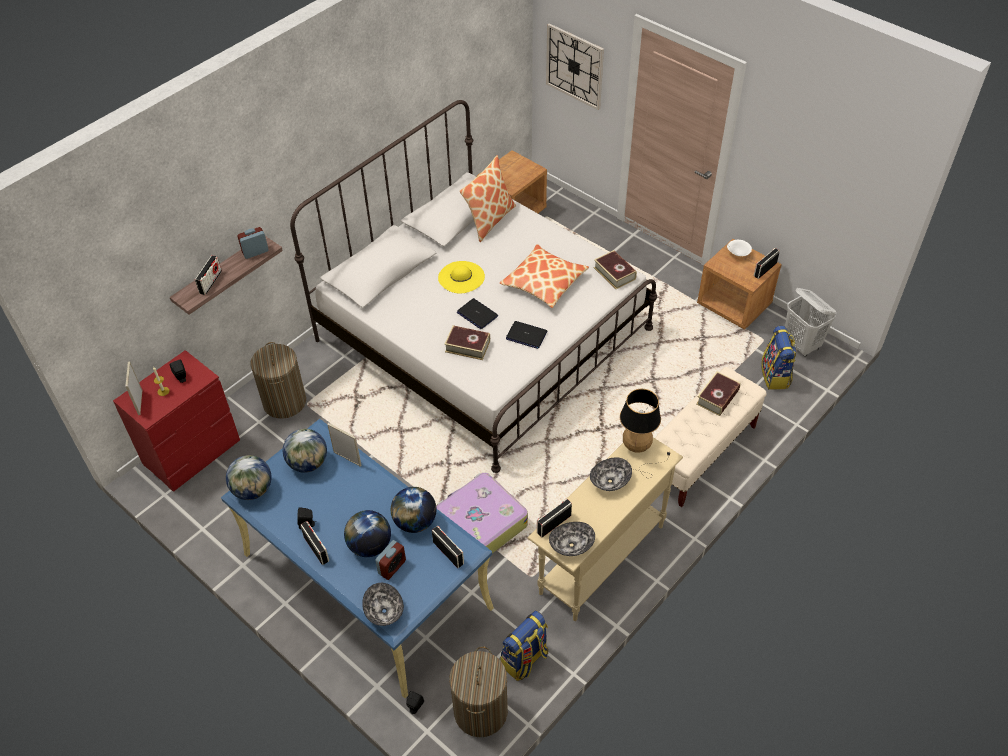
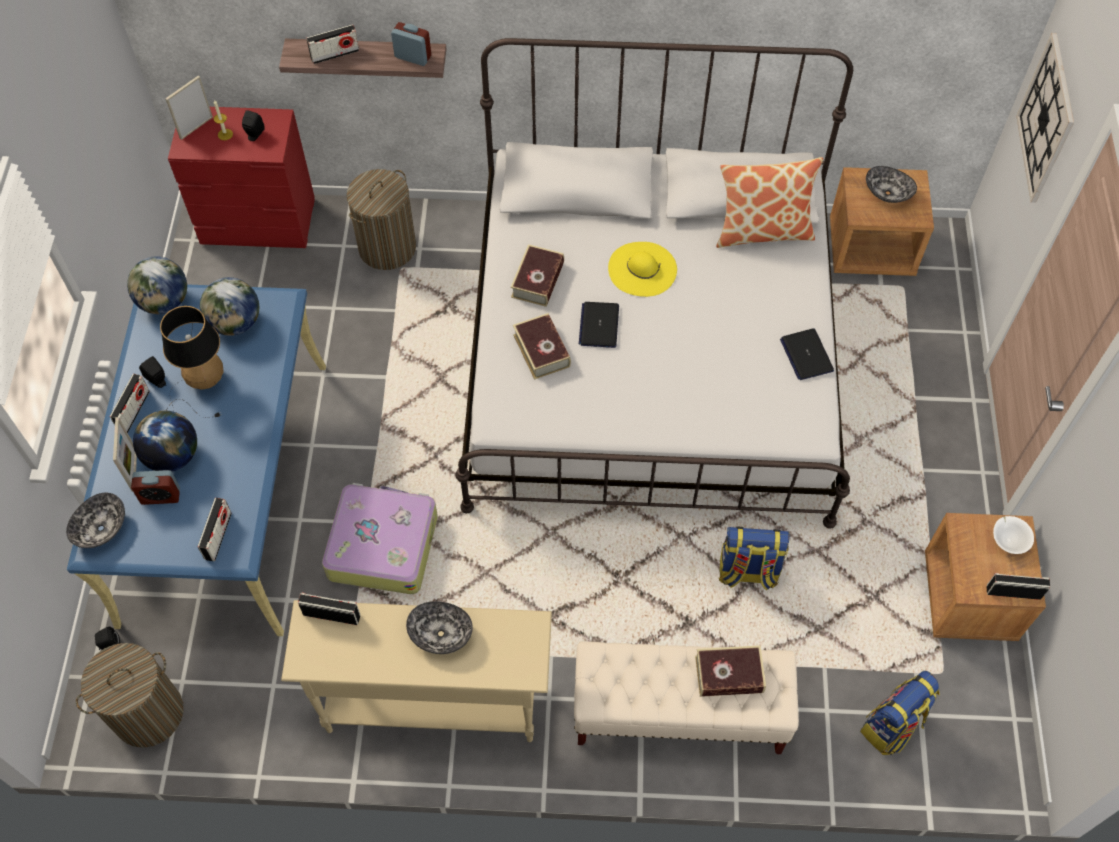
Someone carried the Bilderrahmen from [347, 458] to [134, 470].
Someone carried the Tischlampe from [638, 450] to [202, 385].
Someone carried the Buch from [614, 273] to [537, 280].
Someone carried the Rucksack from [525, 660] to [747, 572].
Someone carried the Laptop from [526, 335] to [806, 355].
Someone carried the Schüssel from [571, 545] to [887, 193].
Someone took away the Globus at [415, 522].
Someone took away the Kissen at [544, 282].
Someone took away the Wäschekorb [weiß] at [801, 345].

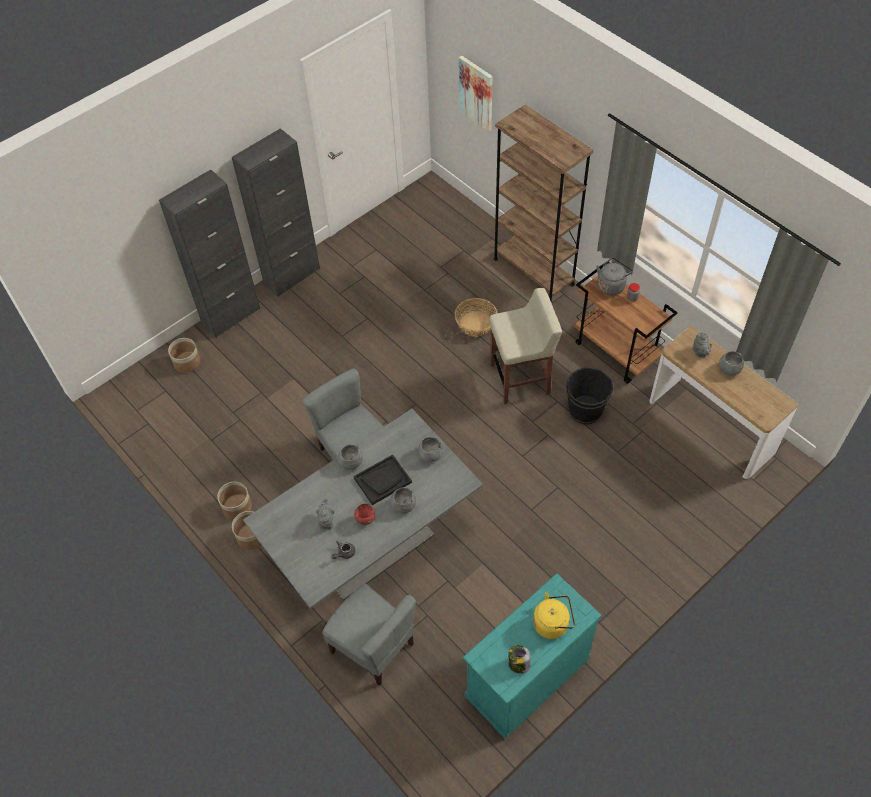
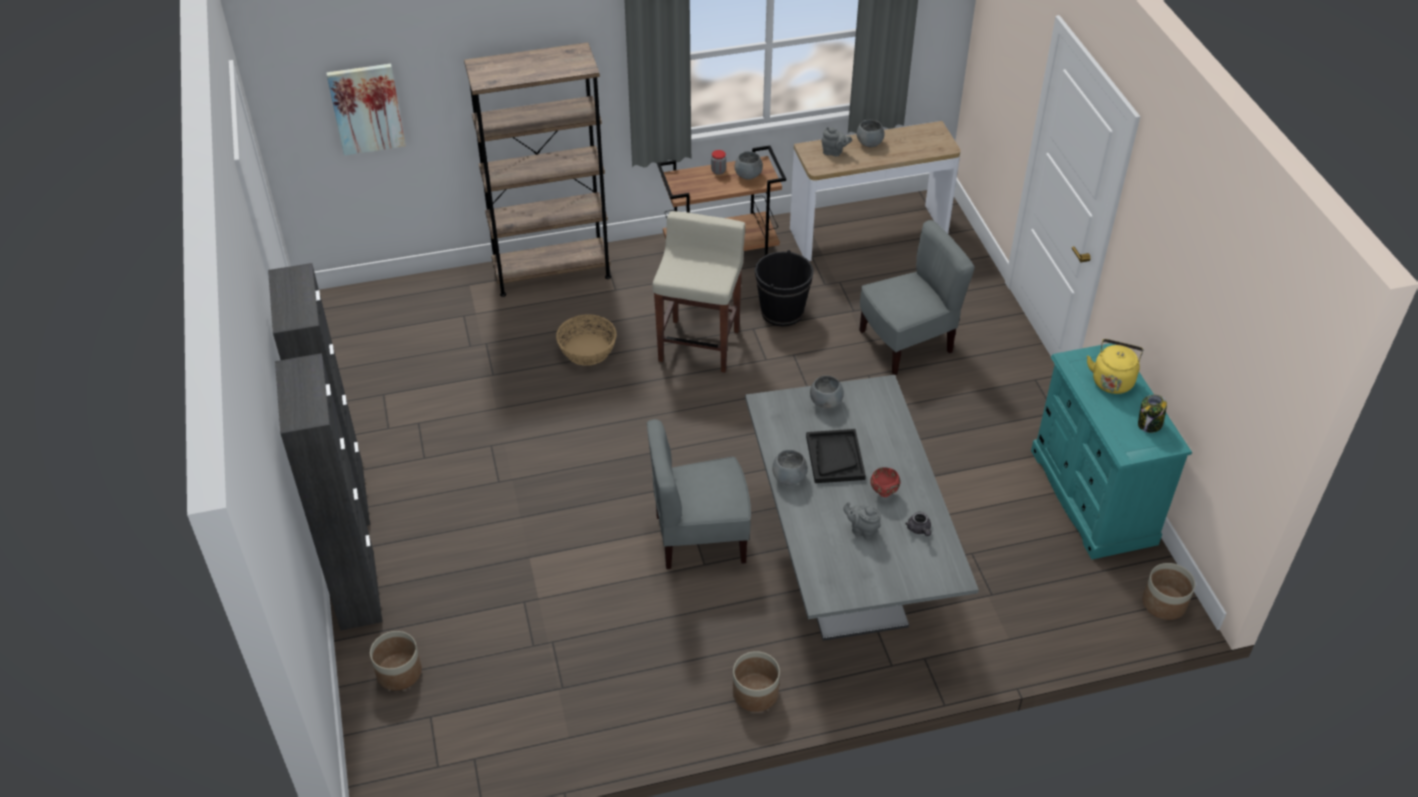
Someone carried the Schüssel [grau] from [404, 506] to [748, 175].
Someone carried the Stuhl [grau] from [373, 647] to [906, 343].
Someone carried the Pflanzkübel from [237, 507] to [1164, 603].
Someone took away the Wasserkessel [grau] at [611, 285].

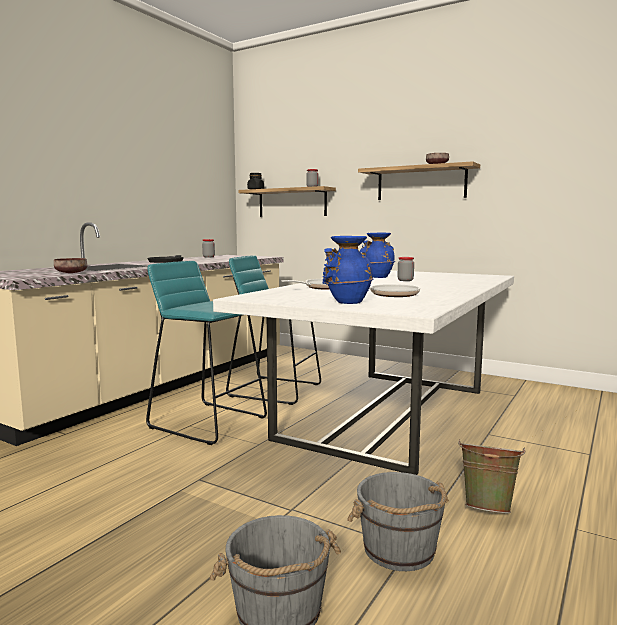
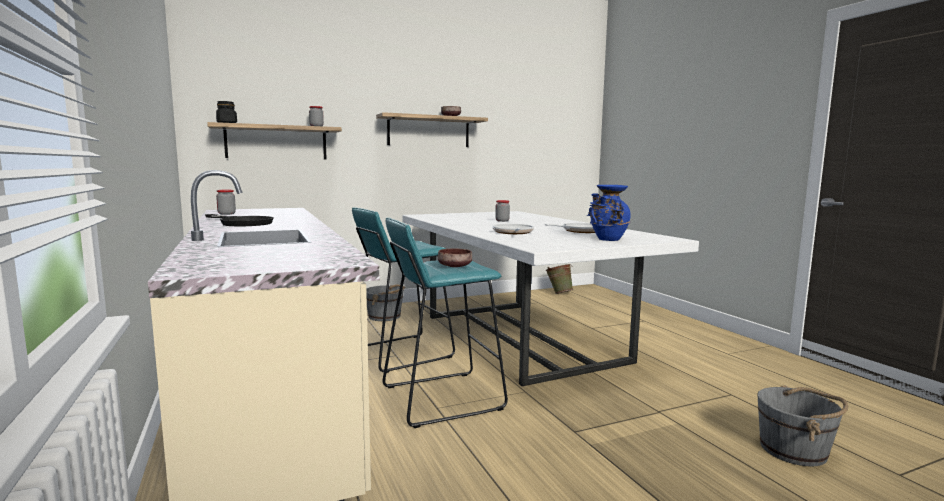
Someone carried the Eimer [grau] from [399, 550] to [385, 316].
Someone carried the Schüssel [braun] from [71, 273] to [455, 266].
Someone carried the Eimer [grün] from [488, 508] to [559, 293].
Someone took away the Vase [blau] at [377, 277].

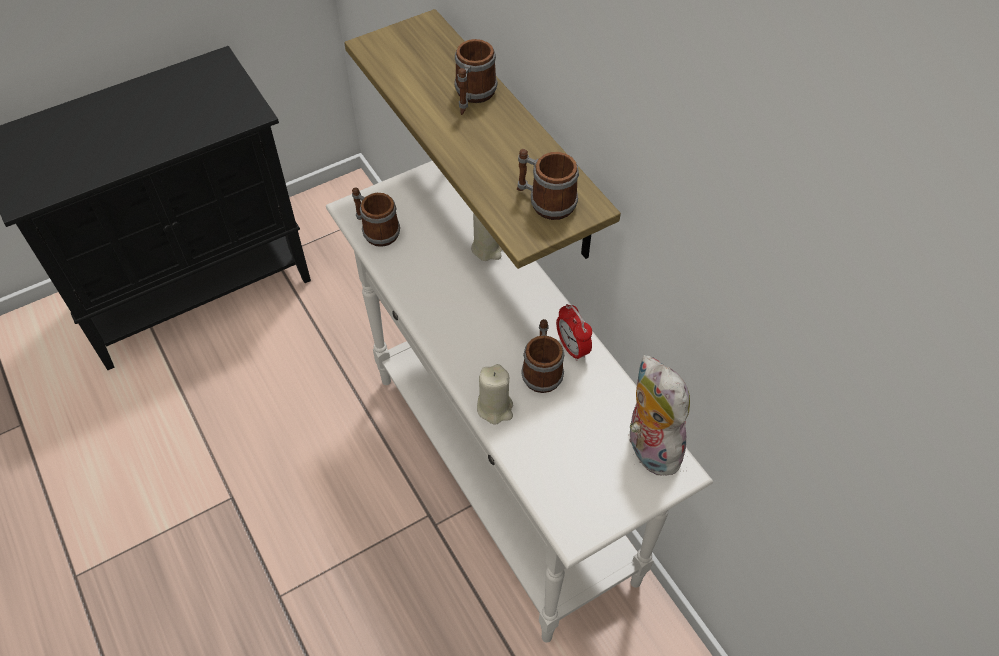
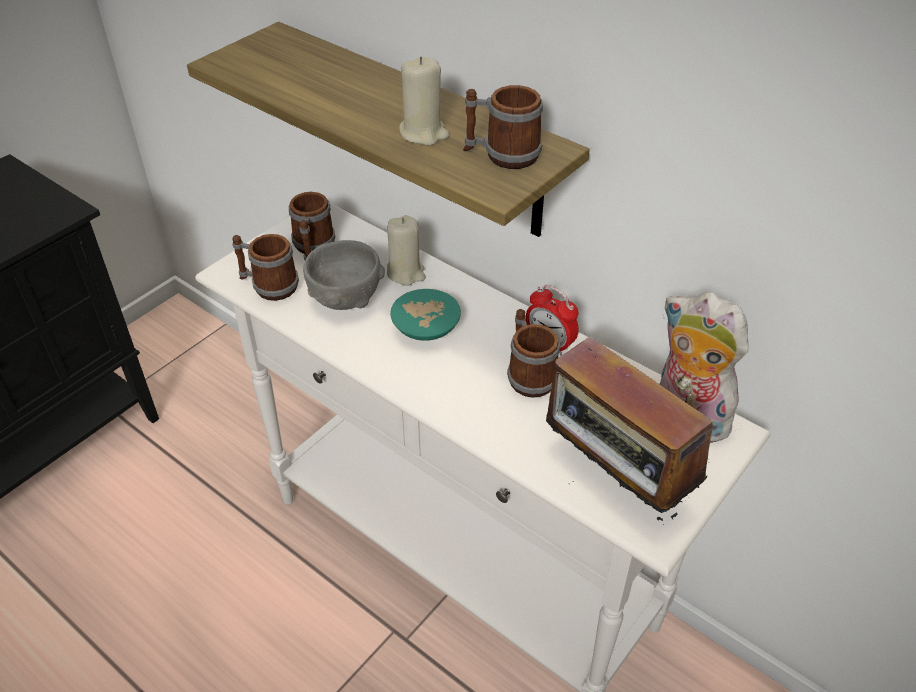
Someone carried the Henkelbecher from [472, 96] to [313, 249].
Someone put down the Schüssel [grau] at [346, 297].
Someone put down the Schüssel [türkis] at [423, 327].
Someone carried the Kerze [beige] from [495, 407] to [423, 133].
Someone put down the Radio at [614, 481].

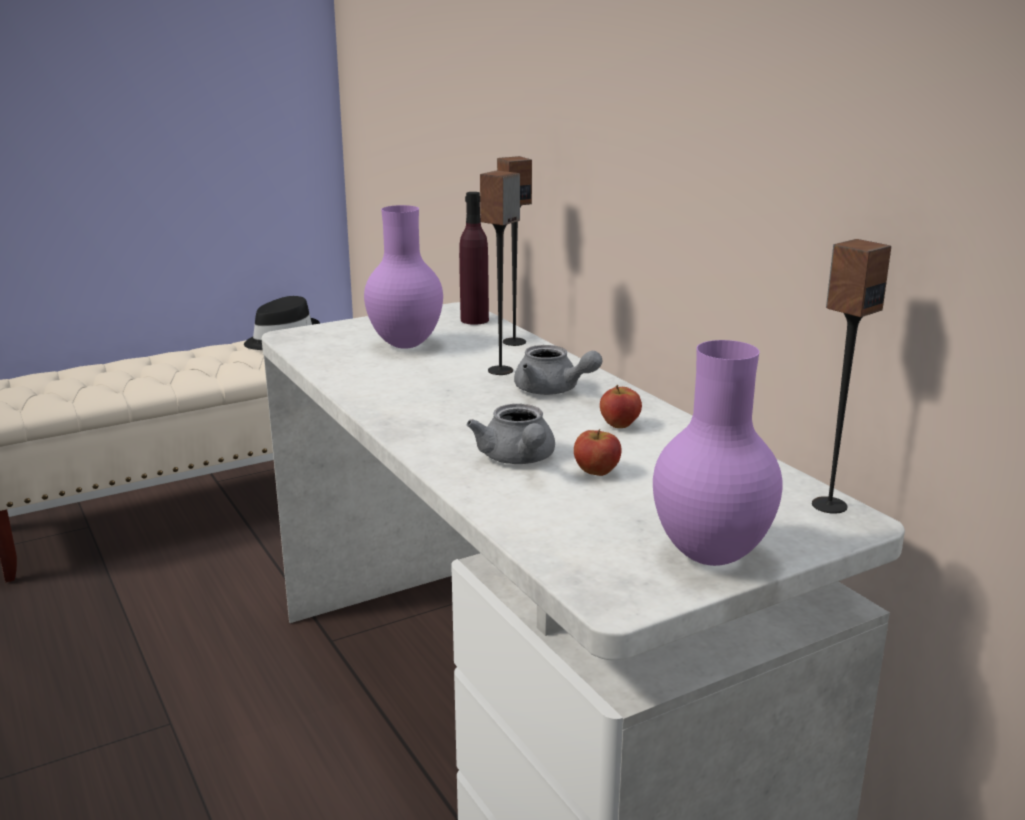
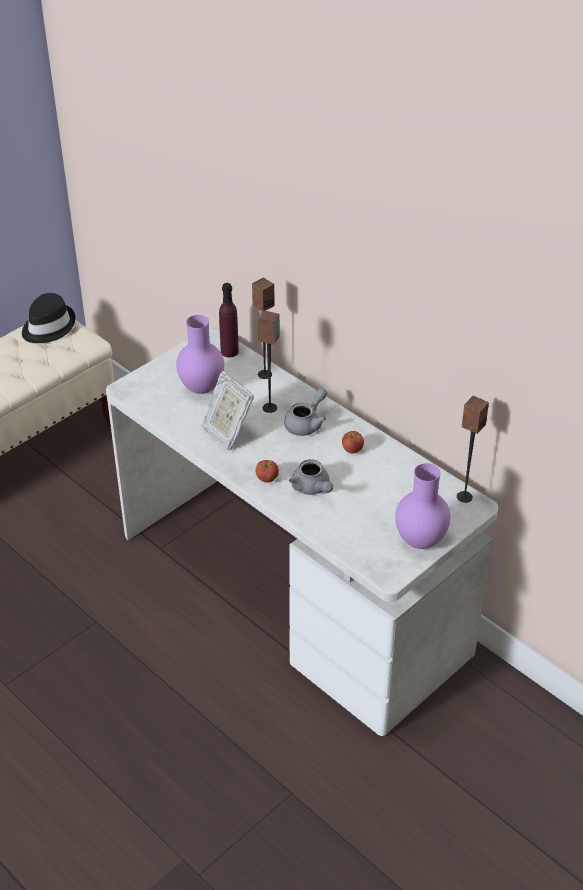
Someone put down the Bilderrahmen at [227, 432].
Someone carried the Apfel from [596, 472] to [267, 479].
Someone rotated the Teekanne [grau] at [553, 391] by 75 degrees counterclockwise.

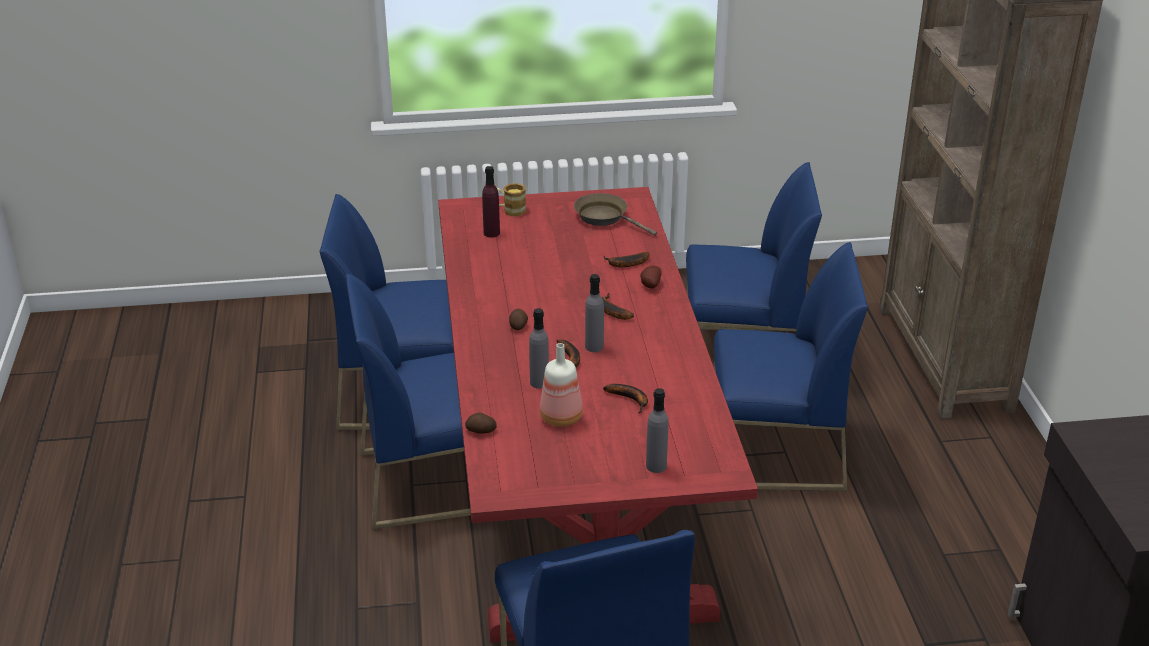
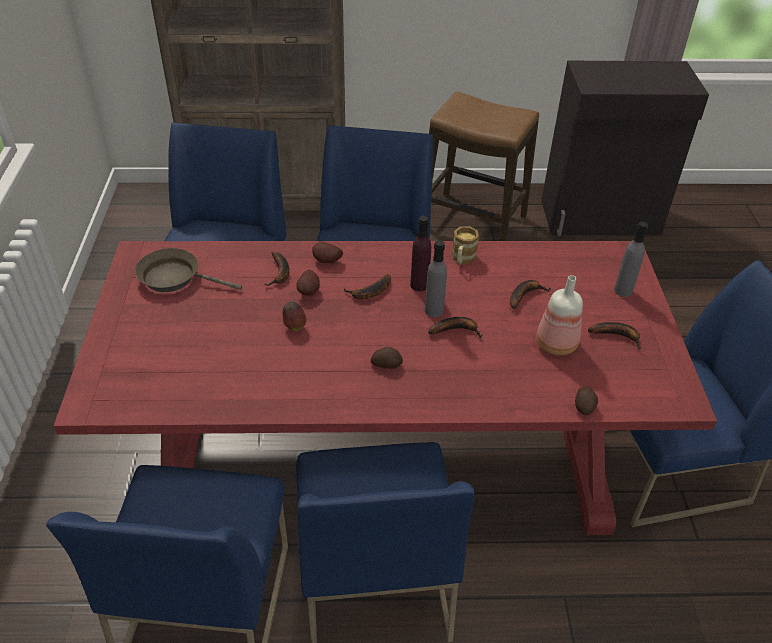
Someone rotated the Pfanne [braun] at [605, 217] by 60 degrees clockwise.
Someone put down the Apfel at [294, 326].
Someone put down the Kartoffel at [309, 291].
Someone carried the Flasche [lila] from [491, 233] to [419, 285].
Someone put down the Hocker at [473, 221].
Someone carried the Henkelbecher from [510, 210] to [462, 259].
Someone put down the Banane at [617, 335].
Someone took away the Flasche [grau] at [539, 382].

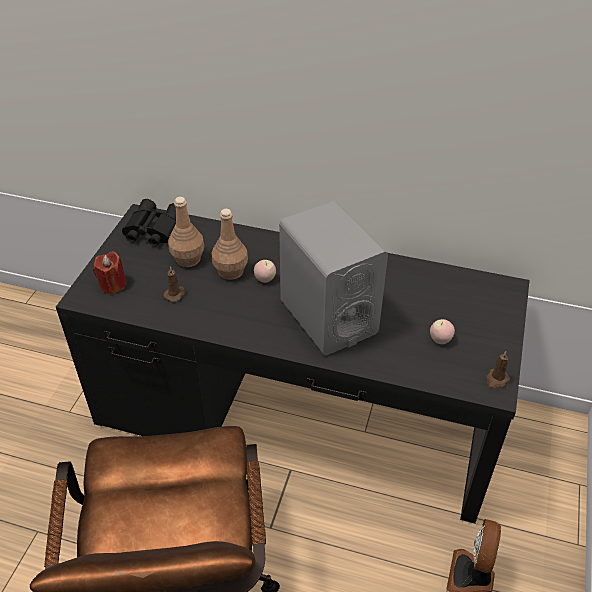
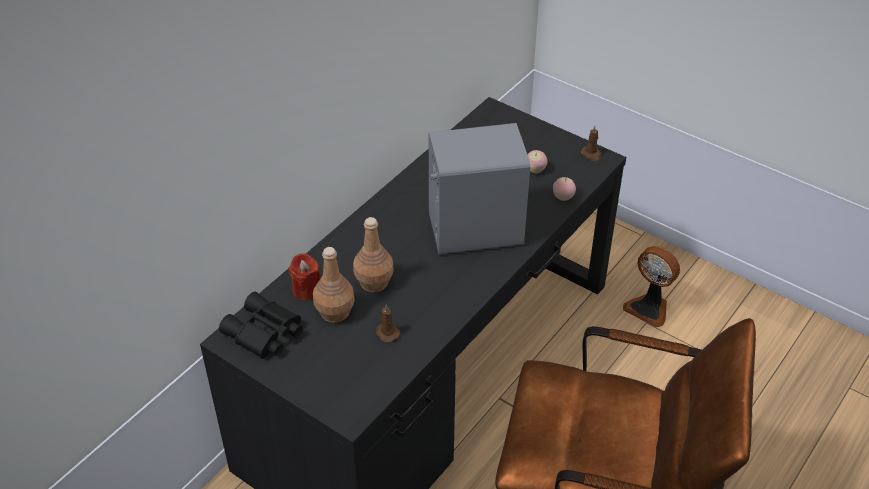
Someone carried the Kerze [rot] from [112, 285] to [306, 290].
Someone carried the Apfel from [265, 279] to [563, 198].

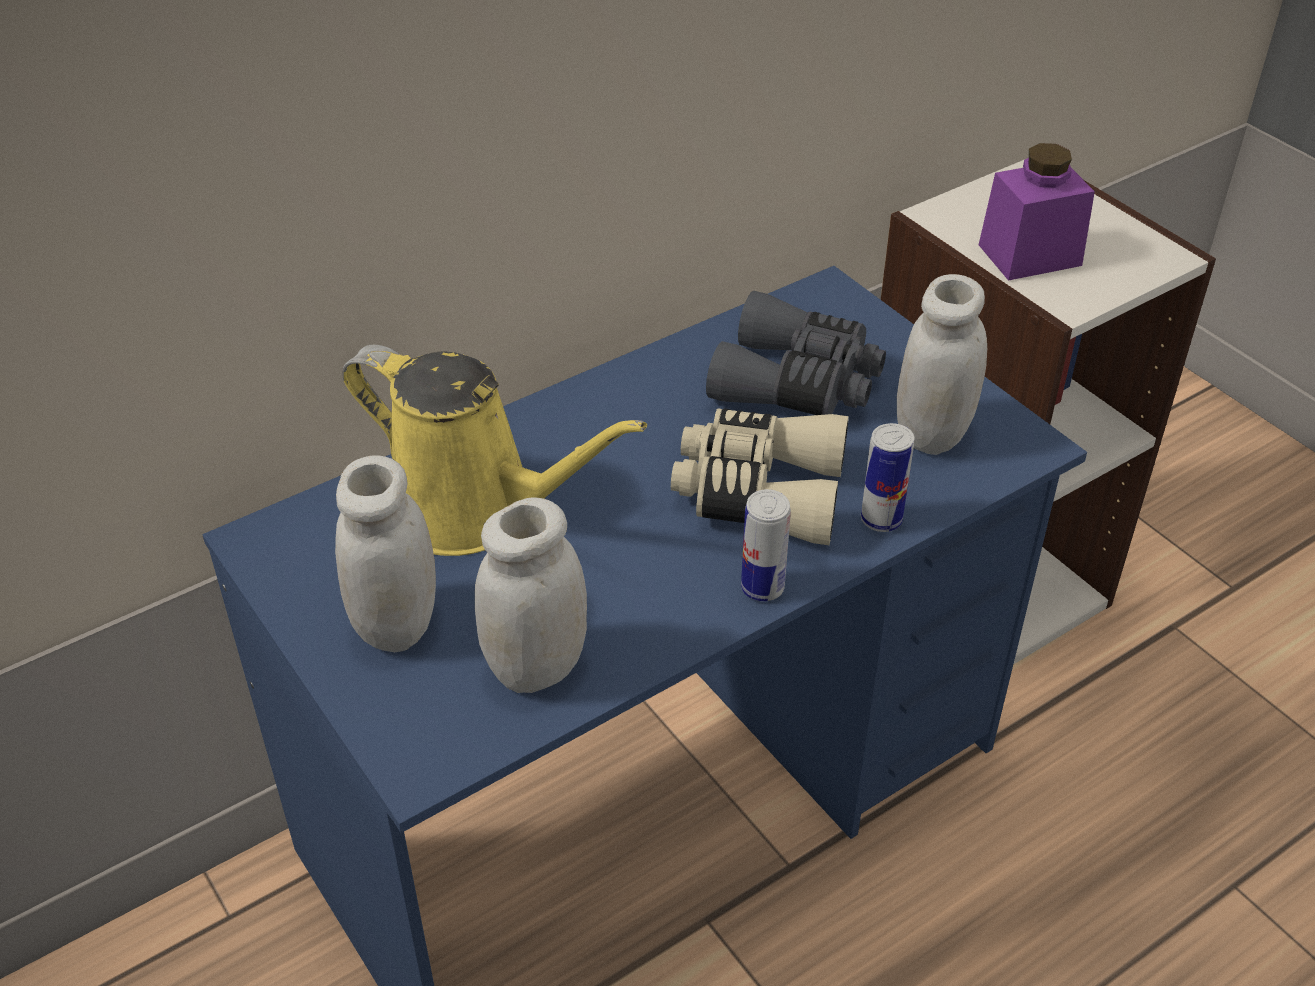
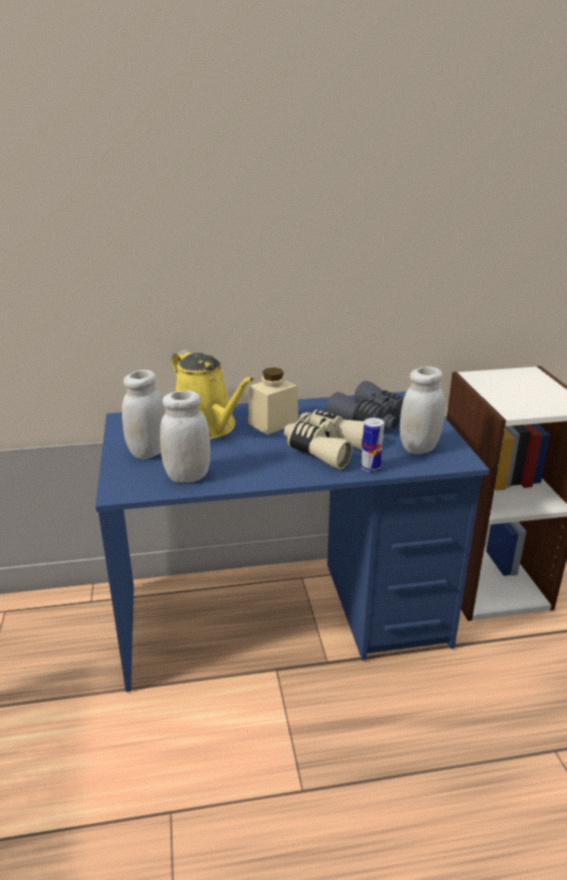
Someone put down the Vorratsglas [beige] at [273, 423].
Someone took away the Dose at [762, 587].
Someone took away the Vorratsglas [lila] at [1029, 255].

